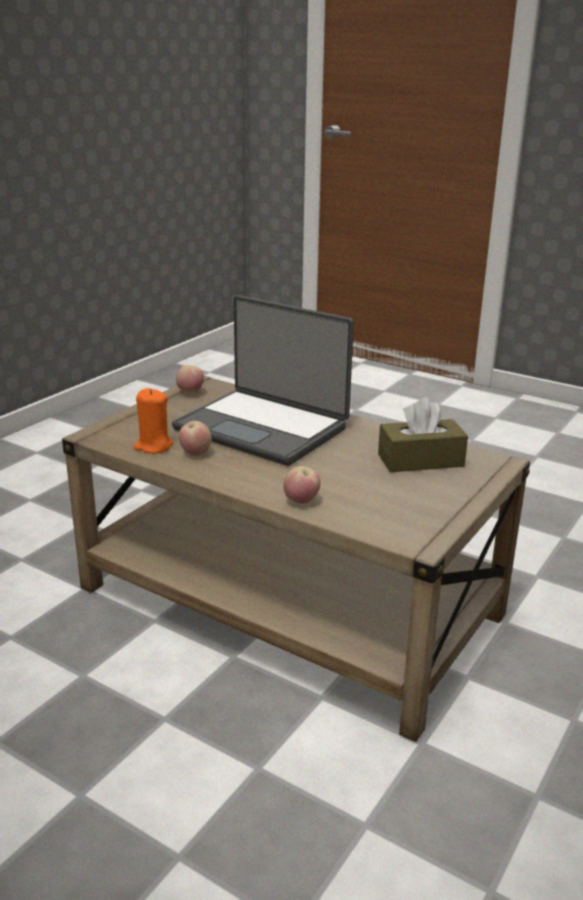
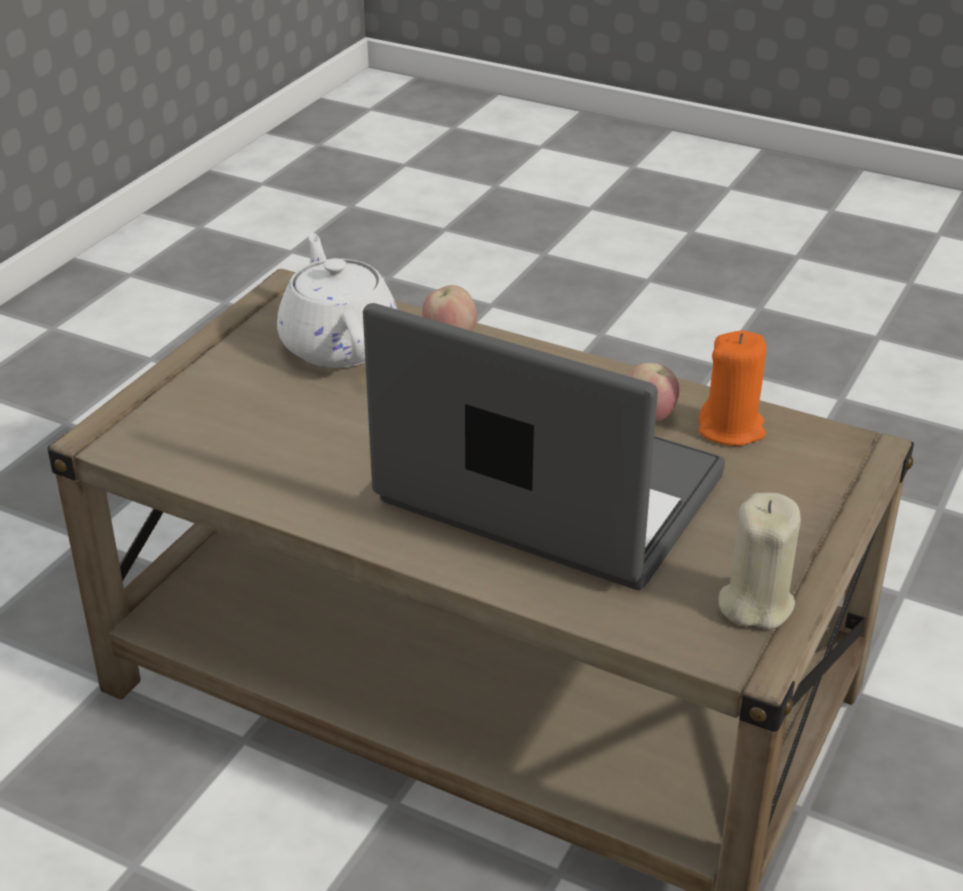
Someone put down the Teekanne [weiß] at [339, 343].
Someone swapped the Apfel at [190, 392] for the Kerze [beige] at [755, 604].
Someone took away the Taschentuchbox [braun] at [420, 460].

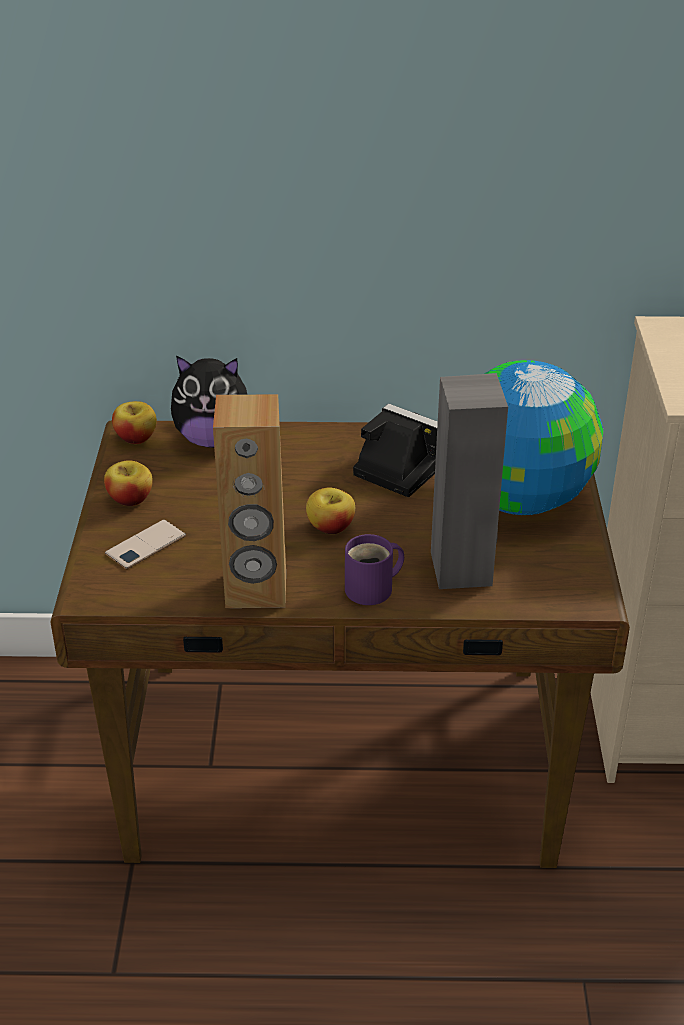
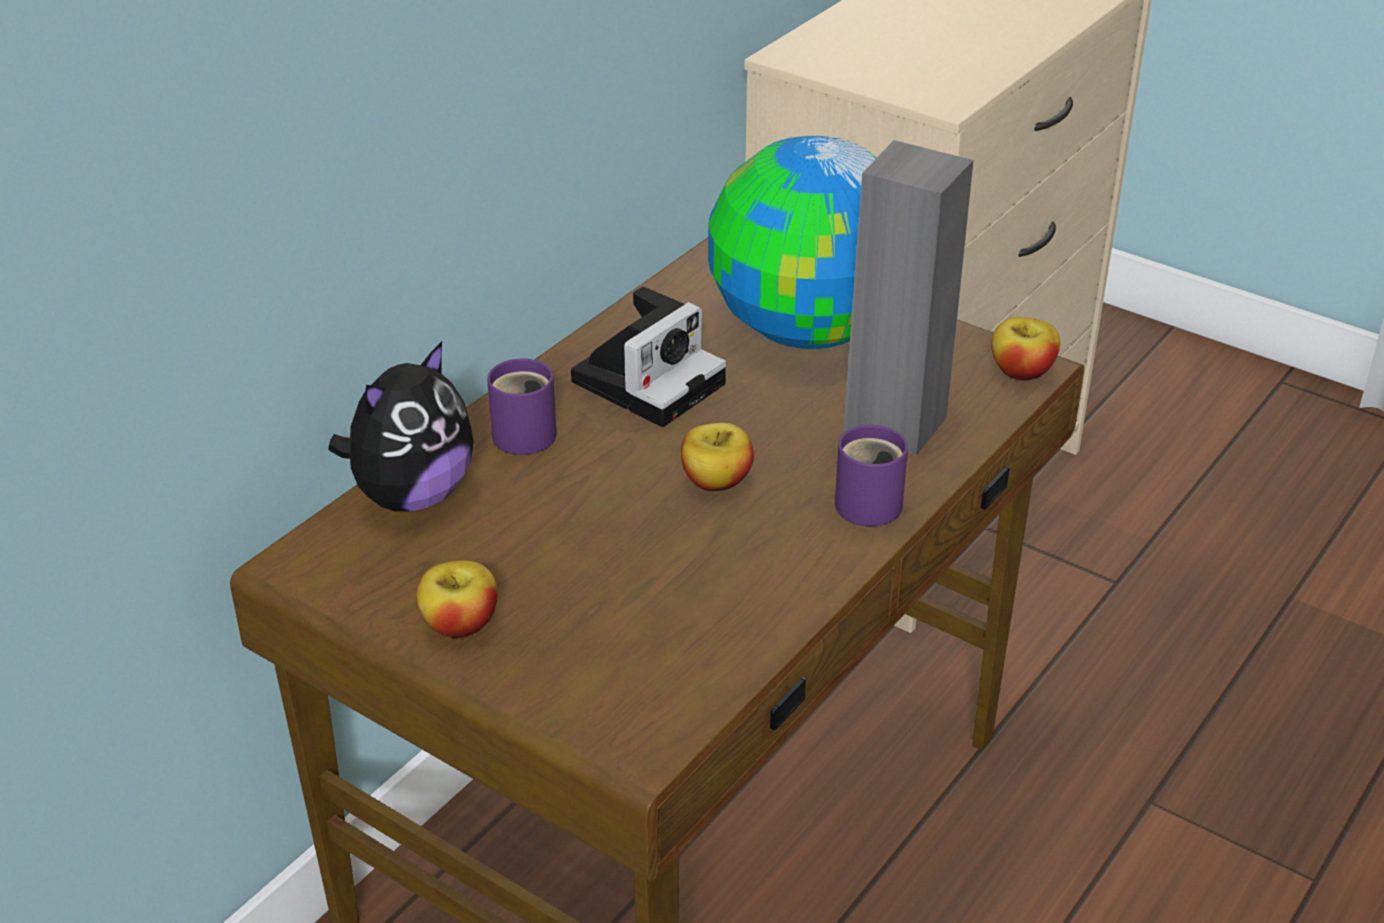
Someone put down the Henkelbecher [lila] at [524, 431].
Someone rotated the Kamera at [399, 466] by 150 degrees clockwise.
Someone carried the Apfel from [136, 438] to [1021, 371].
Someone took away the Handy at [145, 545].
Someone took away the Lautsprecher [braun] at [256, 590].

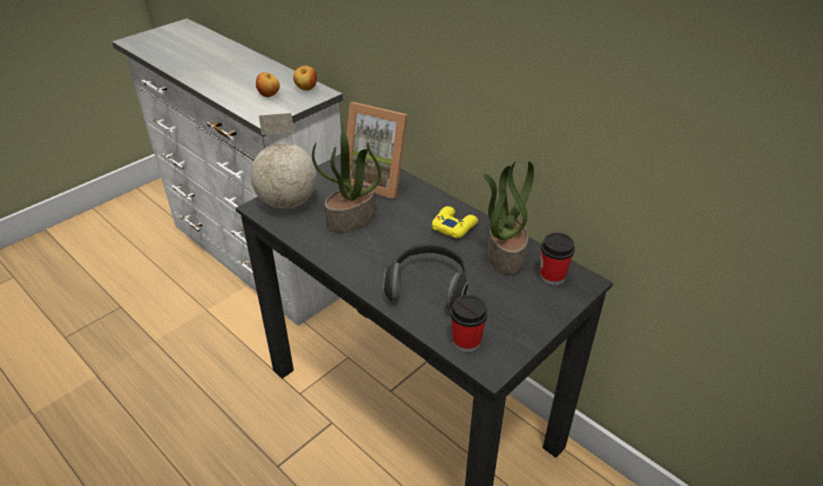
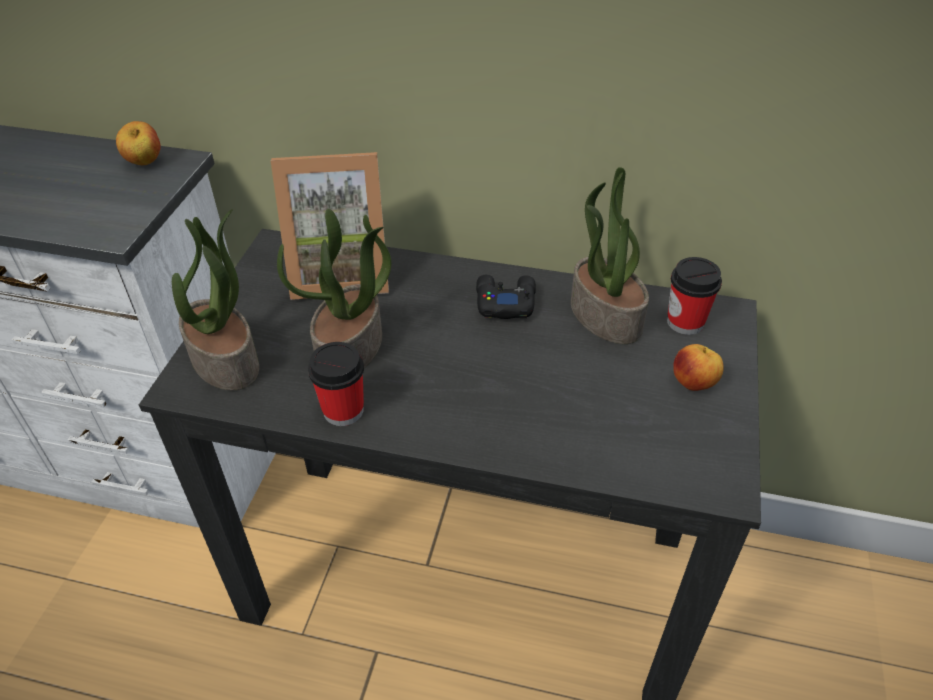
Someone swapped the Globus at [288, 202] for the Topfpflanze at [226, 360].
Someone carried the Tasse from [466, 341] to [343, 410].
Someone repainted the Gamepad [gelb] at [454, 226], which became the Gamepad [schwarz] at [504, 302].
Someone carried the Apfel from [269, 96] to [694, 384].
Someone took away the Kopfhörer at [429, 287].

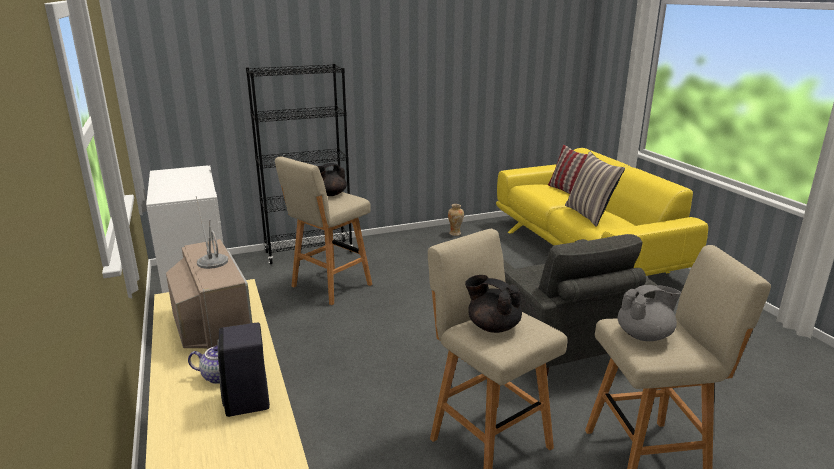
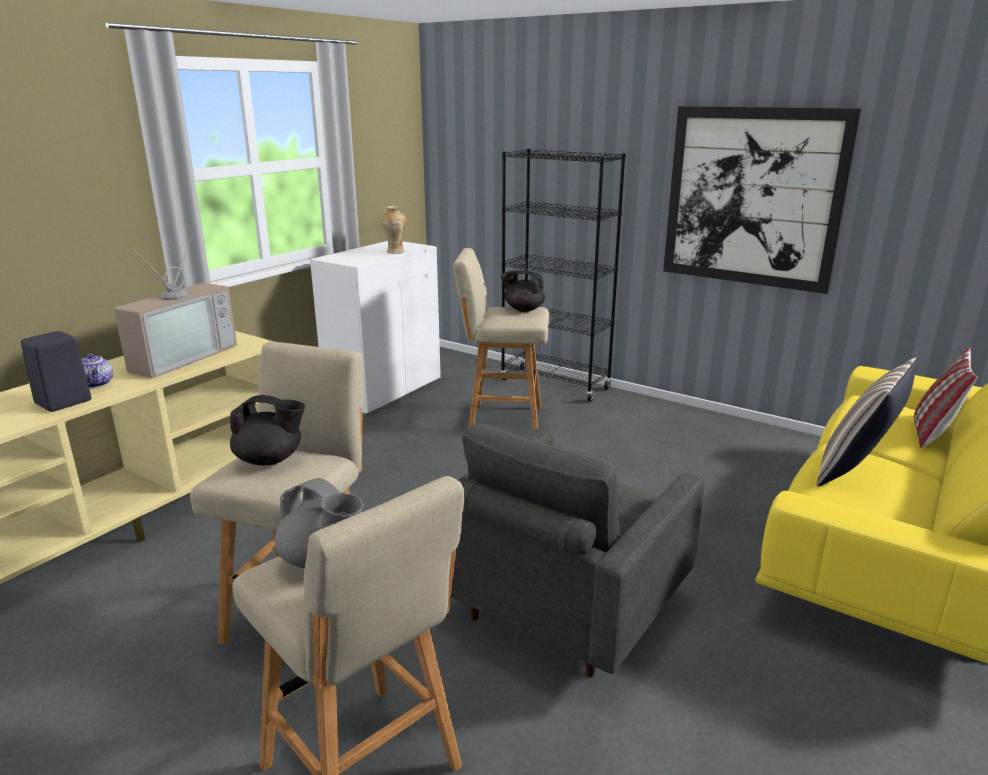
Someone rotated the Teekanne [schwarz] at [492, 326] by 90 degrees clockwise.
Someone carried the Vase from [455, 233] to [395, 252].
Someone put up the Bild at [753, 197].

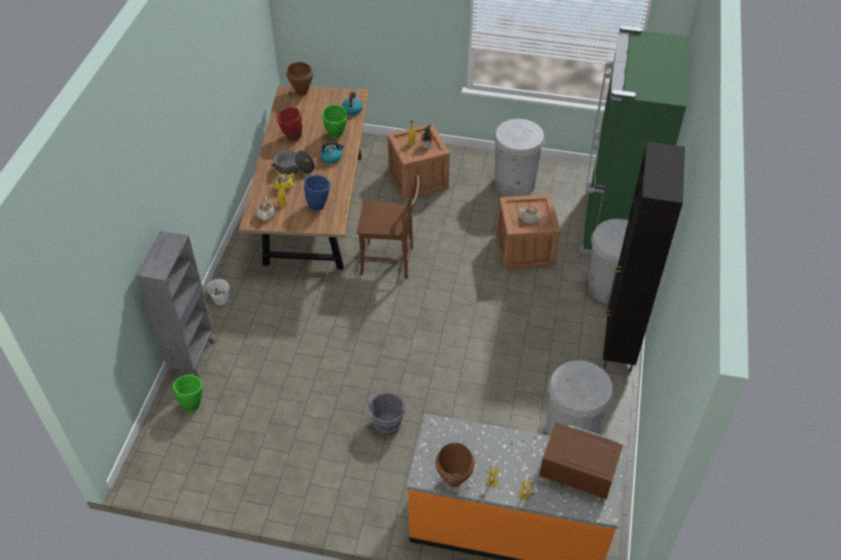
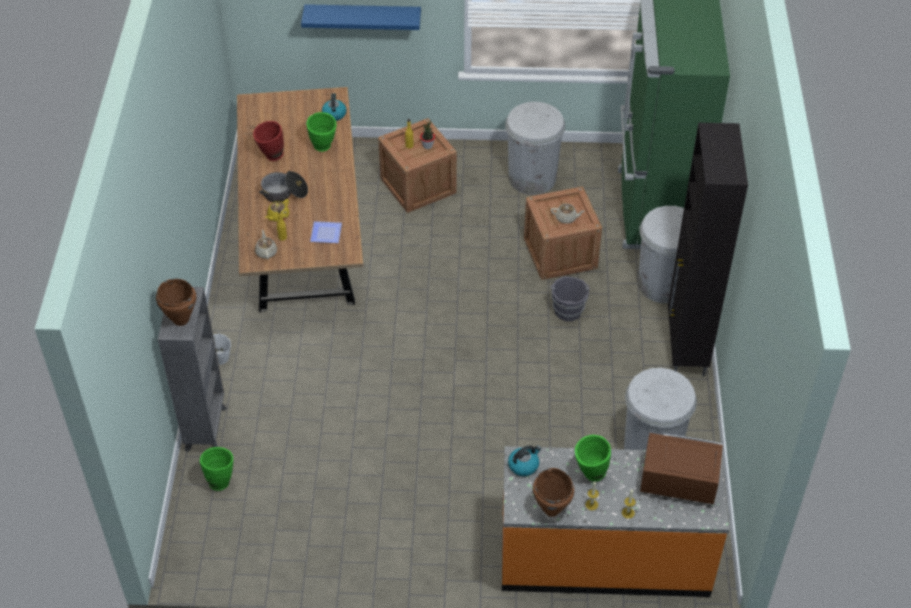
Someone carried the Kochtopf [braun] from [301, 92] to [181, 320].
Someone put up the Wandregal [blau] at [363, 17].
Someone swapped the Vase [blau] at [319, 205] for the Teller at [325, 233].
Someone carried the Wasserkessel from [331, 158] to [523, 465].
Someone carried the Eimer [grau] from [387, 423] to [568, 310].
Someone put down the Vase [grün] at [590, 474].
Someone took away the Stuhl [braun] at [390, 261].

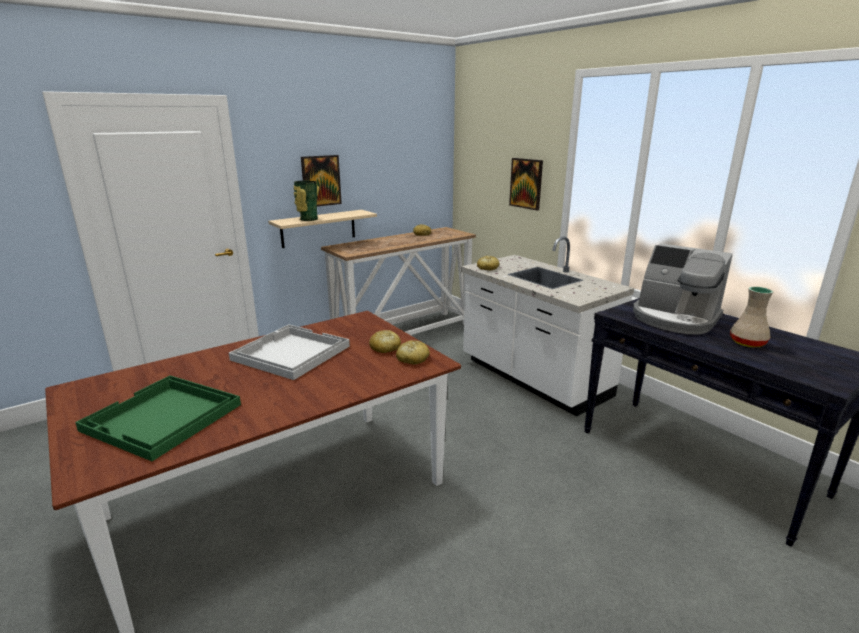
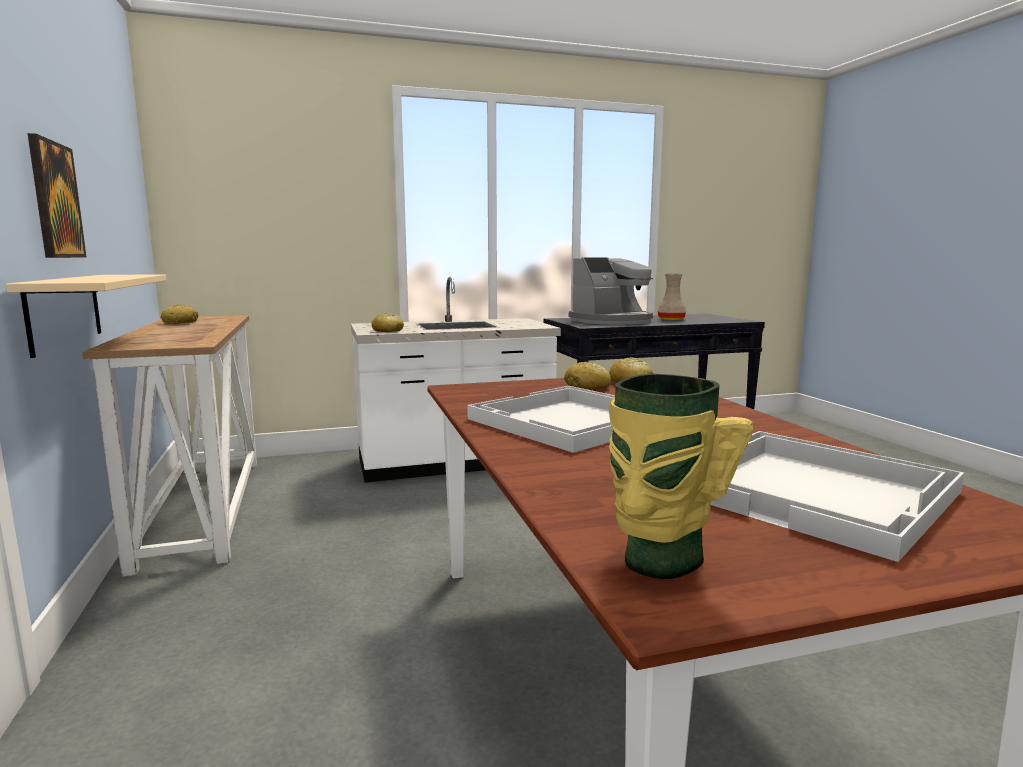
Someone carried the Vase from [308, 219] to [657, 560].
Someone repainted the Tablett [grün] at [162, 418], which became the Tablett [weiß] at [815, 491].
Someone took away the Bild at [526, 183].

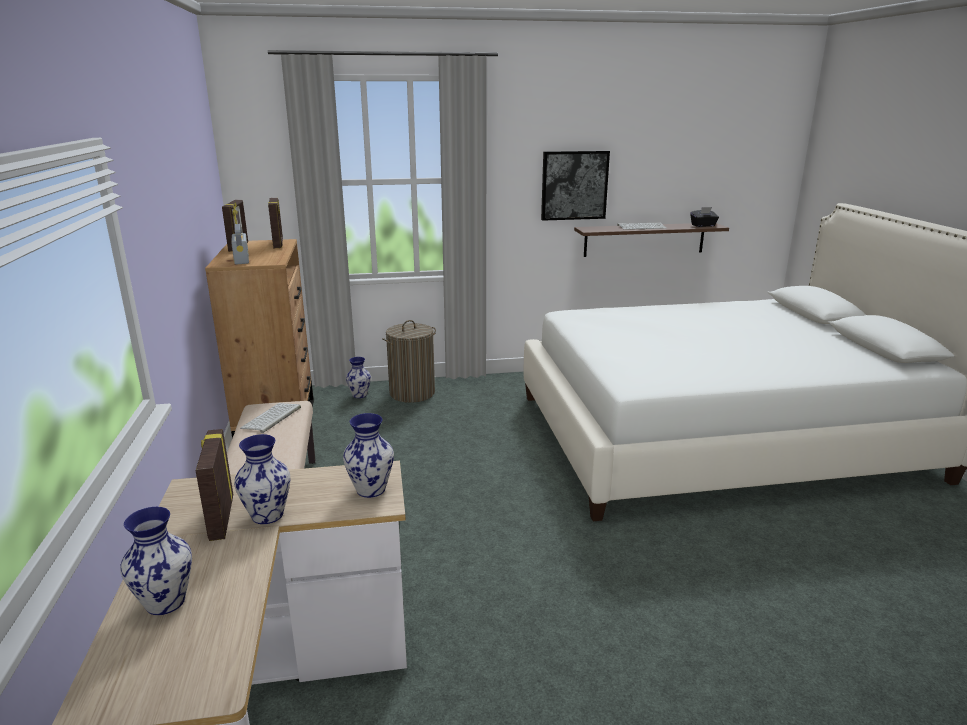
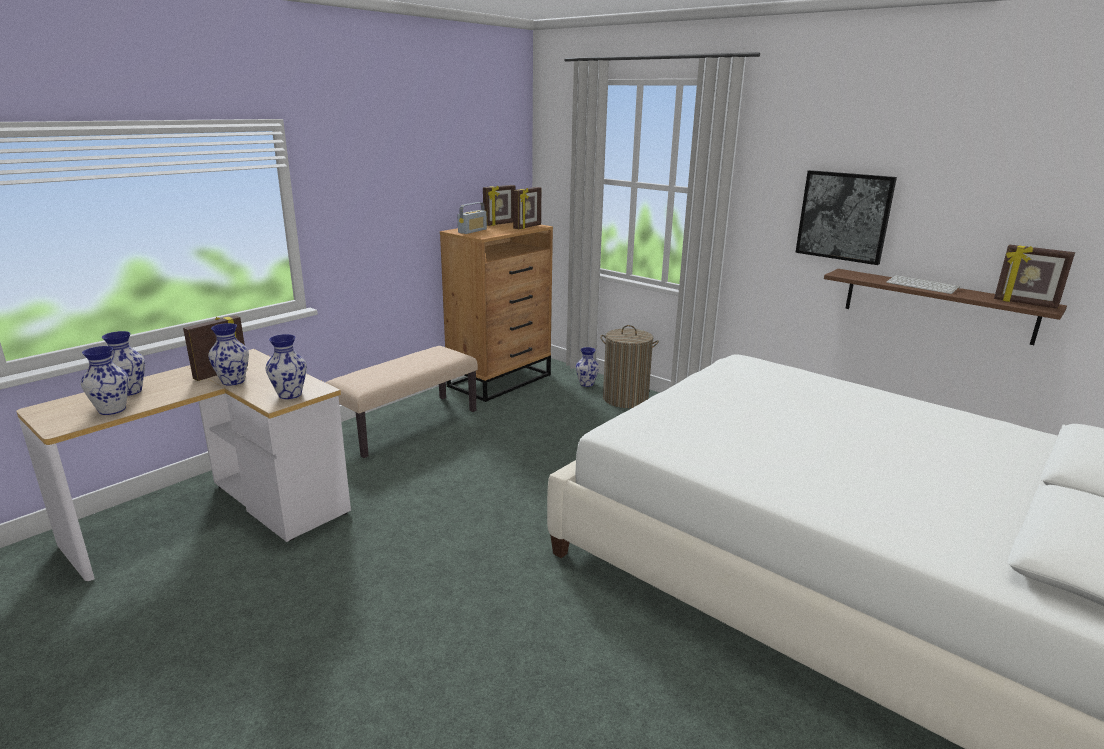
Someone put down the Vase at [111, 410].
Someone swapped the Taschentuchbox [schwarz] at [703, 225] for the Bilderrahmen at [1025, 303].
Someone took away the Tastatur at [271, 418].

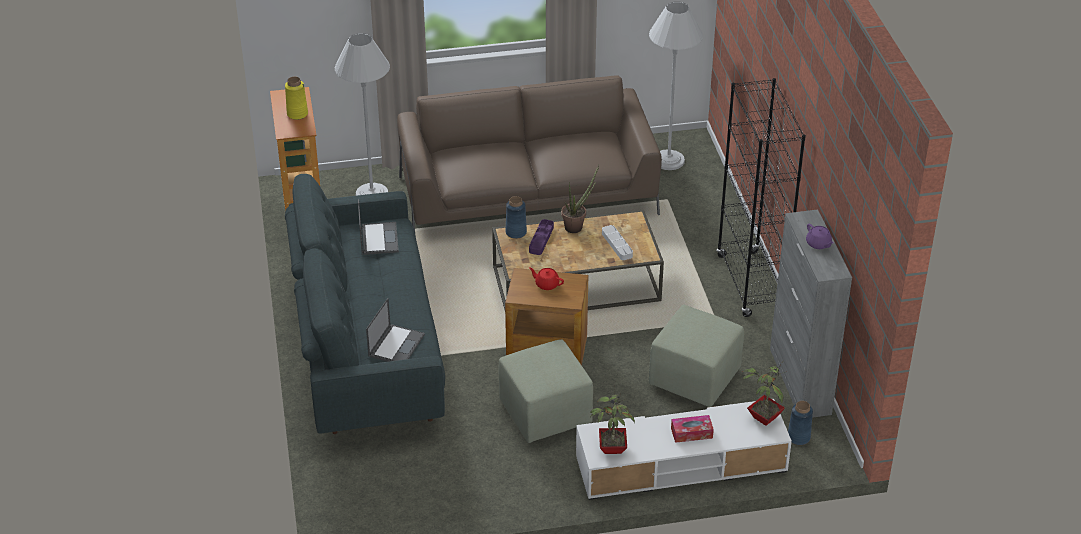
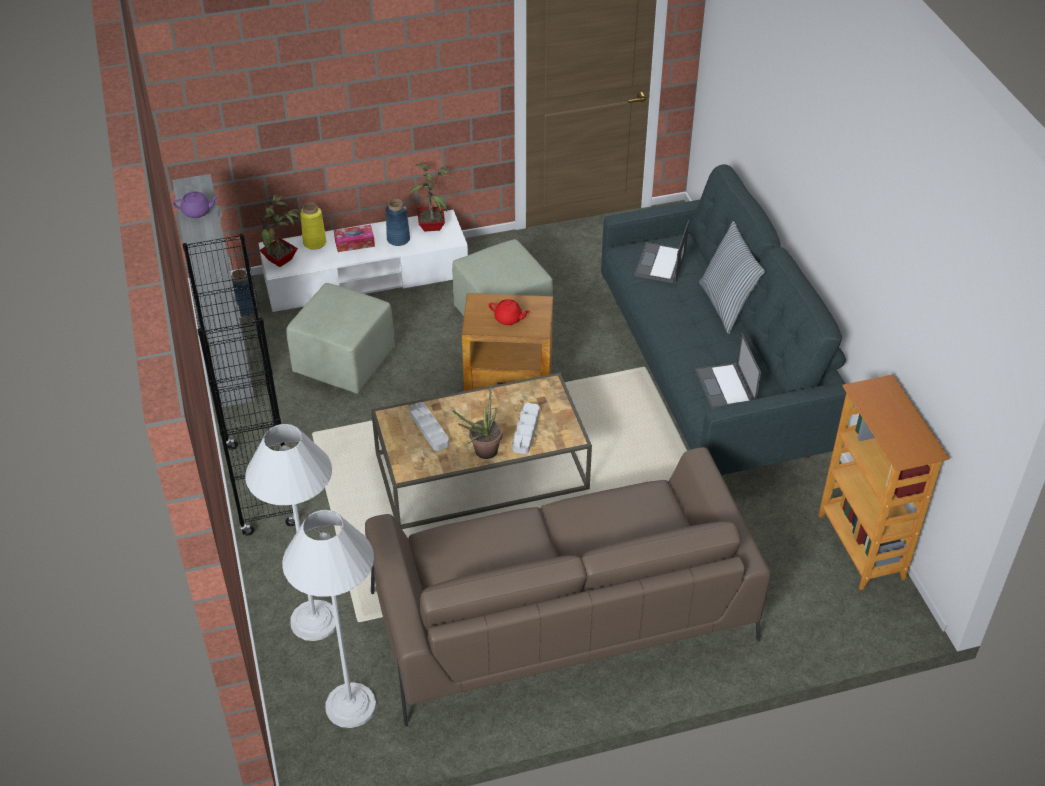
Someone rotated the Teekanne [lila] at [818, 244] by 120 degrees clockwise.
Someone carried the Stehlampe [weiß] from [372, 194] to [314, 621].
Someone carried the Vase [gelb] from [297, 114] to [315, 243].
Someone carried the Vase [blau] from [516, 232] to [398, 239].
Someone repainted the Tablett [lila] at [541, 239], which became the Tablett [grau] at [526, 430].
Someone put down the Kissen at [727, 305].

